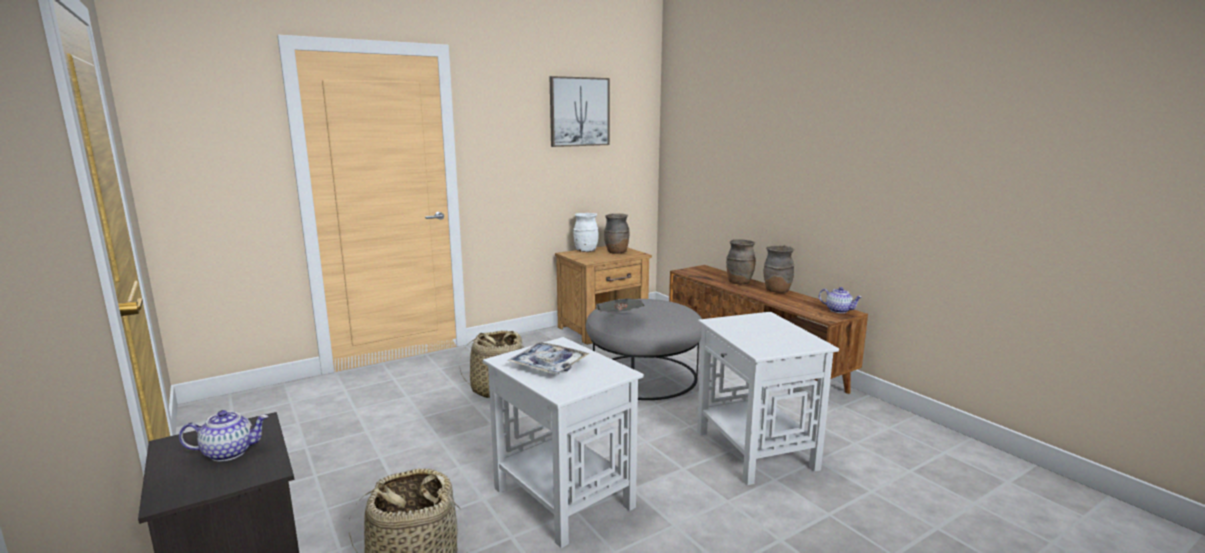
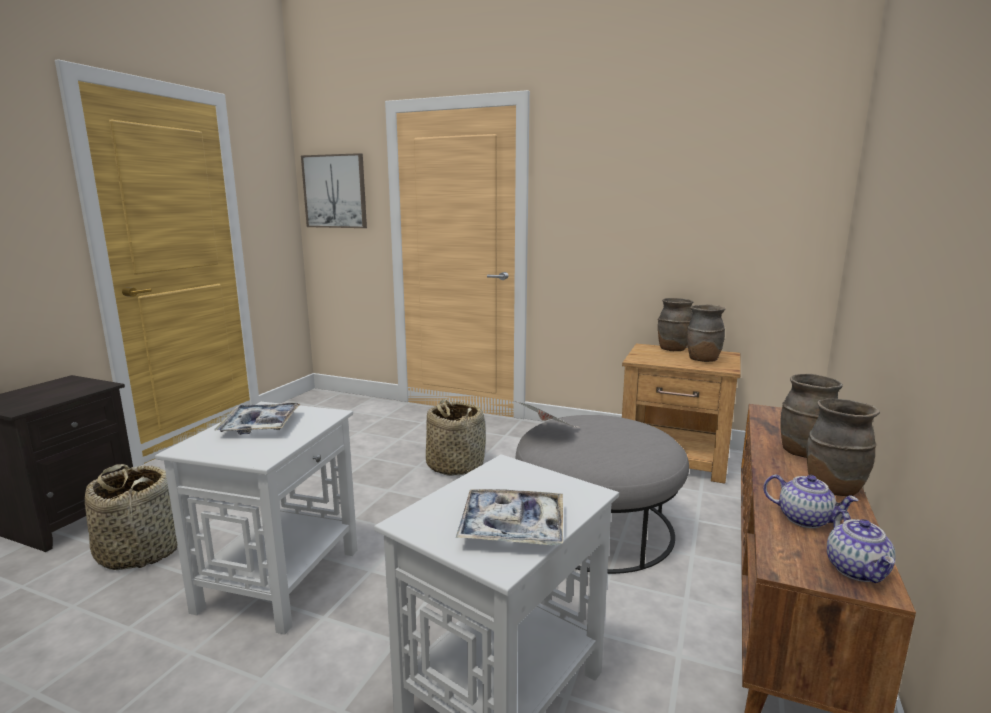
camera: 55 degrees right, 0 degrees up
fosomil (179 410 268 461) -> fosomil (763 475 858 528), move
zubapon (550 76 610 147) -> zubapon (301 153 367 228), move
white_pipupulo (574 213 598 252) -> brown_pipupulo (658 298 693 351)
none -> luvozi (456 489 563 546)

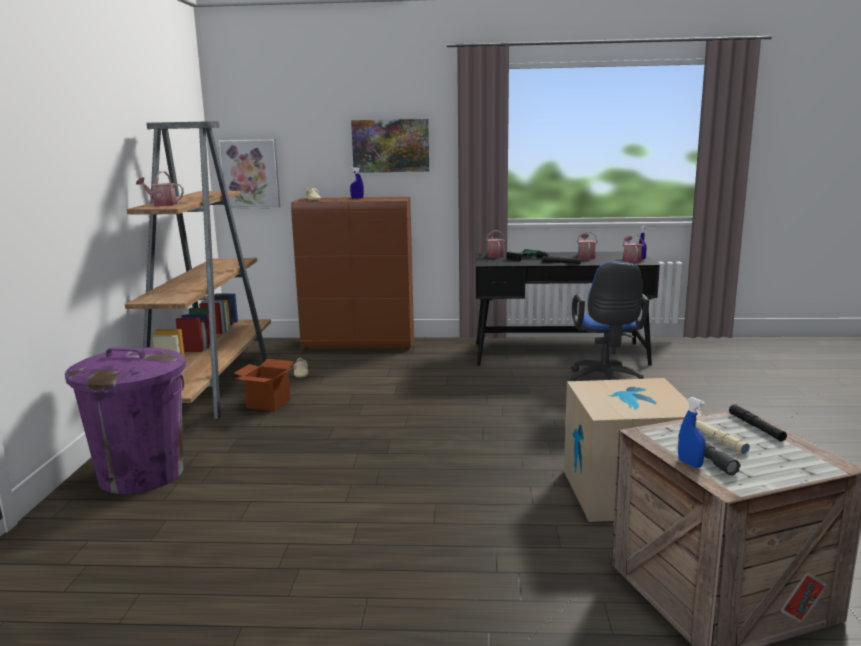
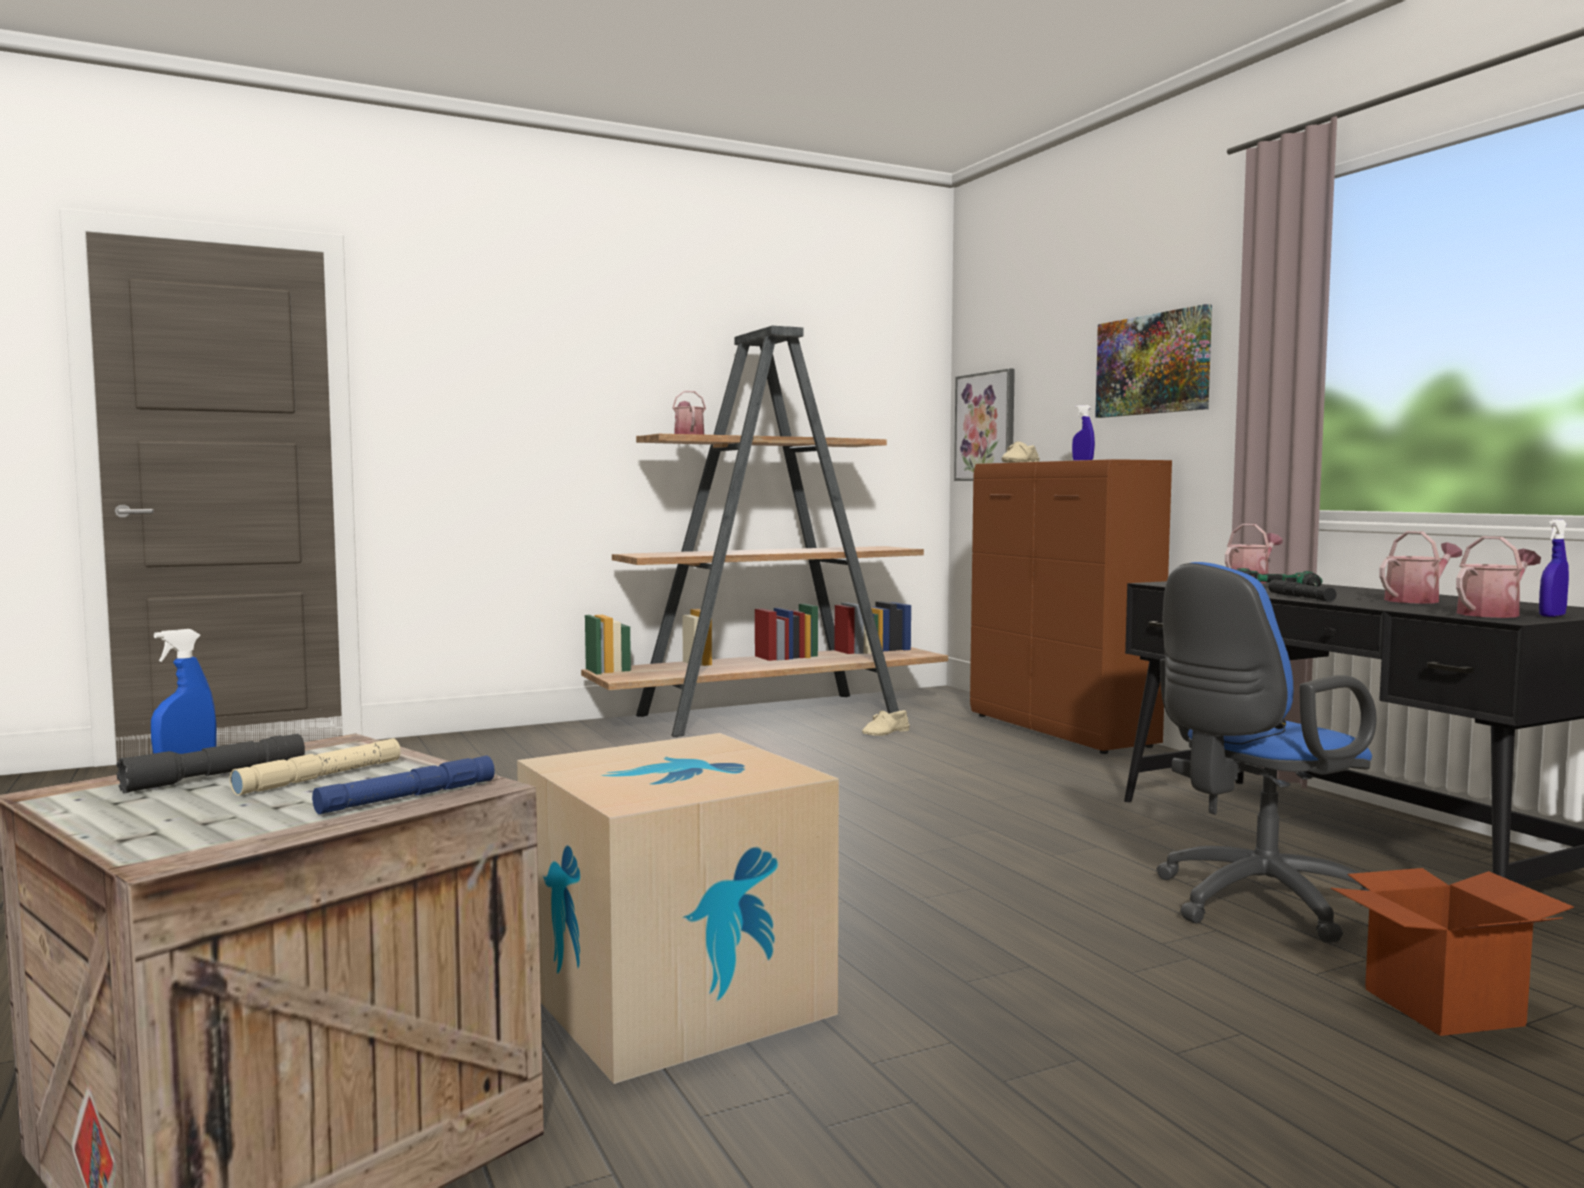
camera: 60 degrees right, 10 degrees down
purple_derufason (65 347 186 494) -> none
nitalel (233 359 297 411) -> nitalel (1331 868 1574 1036), move
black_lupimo (729 404 787 441) -> blue_lupimo (312 756 495 814)

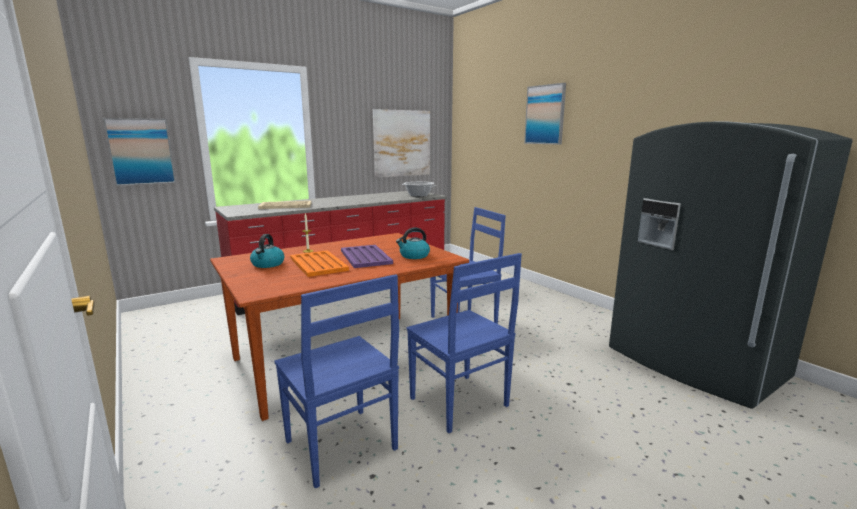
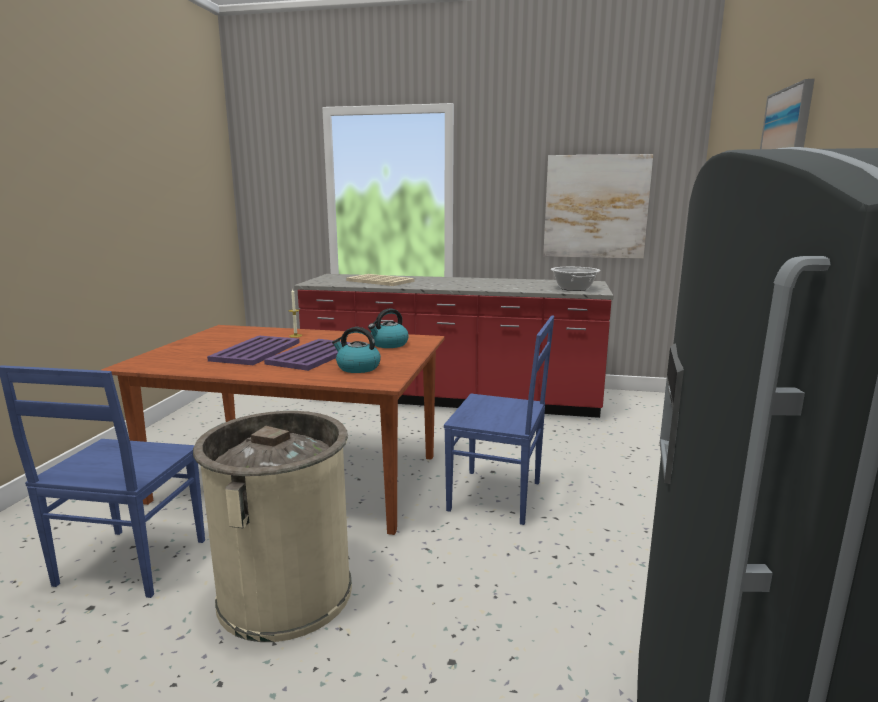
camera: 45 degrees right, 0 degrees up
zubapon (103 118 176 186) -> none
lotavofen (250 234 284 268) -> lotavofen (368 309 409 348), move
orange_luvozi (290 250 349 277) -> purple_luvozi (207 336 300 365)
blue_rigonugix (406 253 522 433) -> beige_derufason (193 411 352 642)

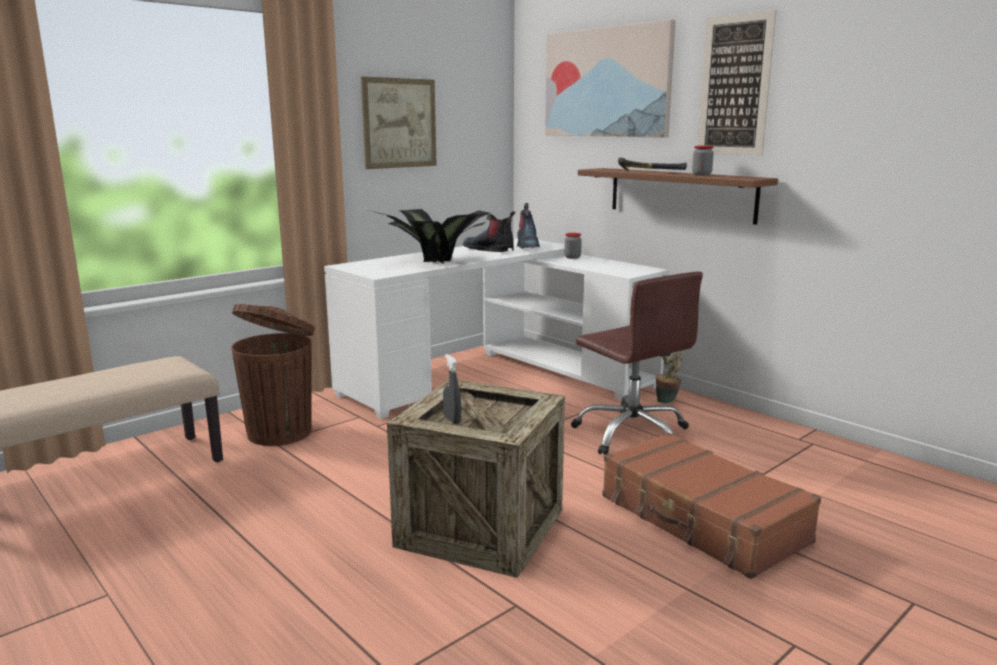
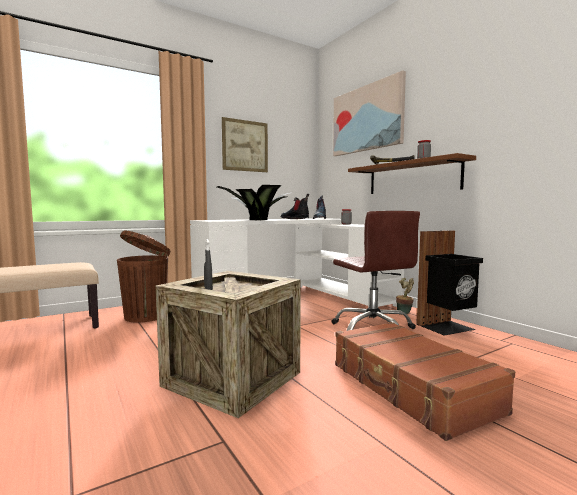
camera: 10 degrees right, 10 degrees down
zubapon (697 10 777 156) -> none
none -> black_derufason (416 230 483 336)

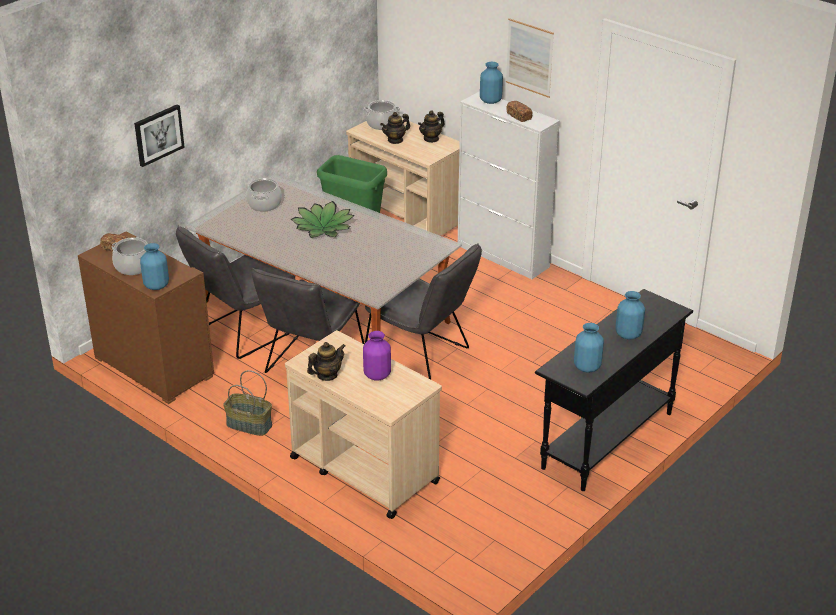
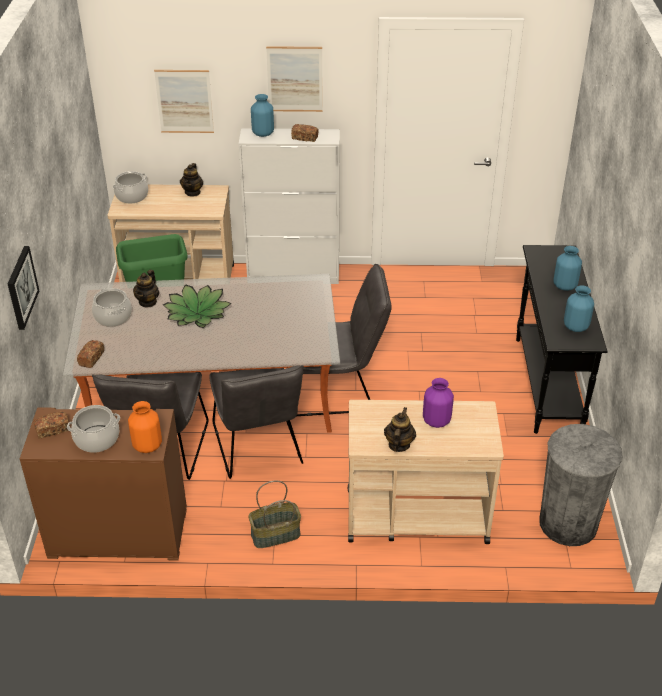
camera: 40 degrees left, 5 degrees up
blue_pipupulo (140 243 169 290) -> orange_pipupulo (128 401 162 453)
fosomil (380 112 410 144) -> fosomil (133 270 159 307), move
none -> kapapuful (77 340 104 368)
none -> zubapon (154 70 214 133)
none -> grey_derufason (539 424 623 546)

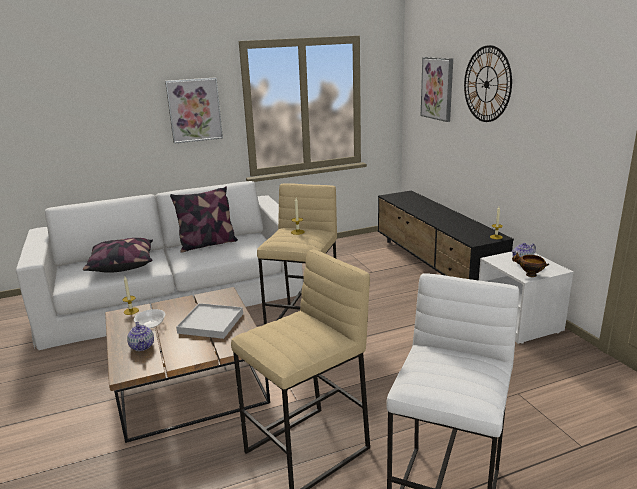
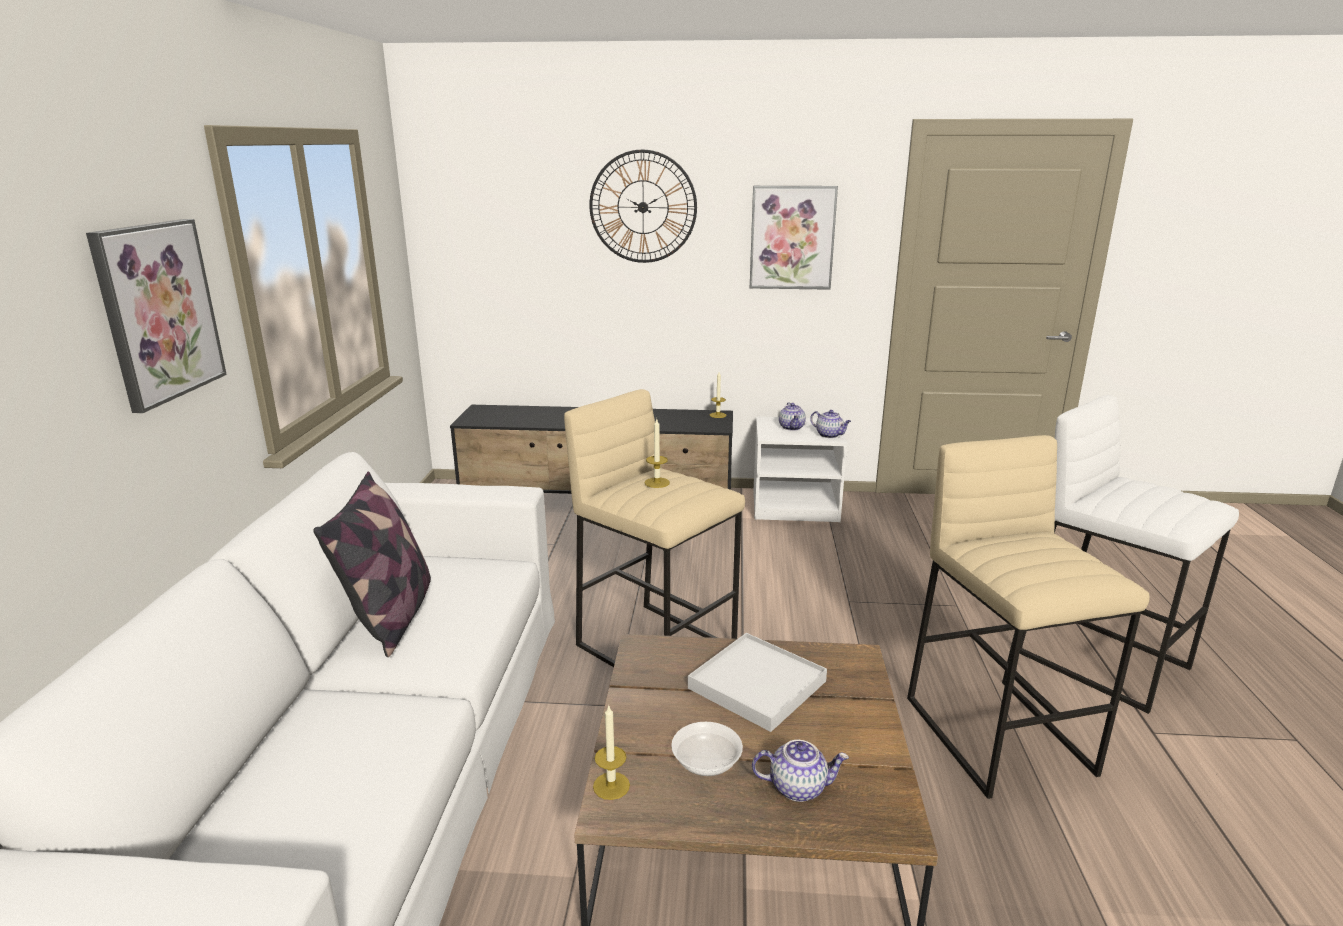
camera: 65 degrees left, 0 degrees up
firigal (83 238 153 273) -> none
zubapon (421 57 453 122) -> zubapon (750 186 838 290), move
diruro (512 253 549 277) -> fosomil (810 410 851 438)

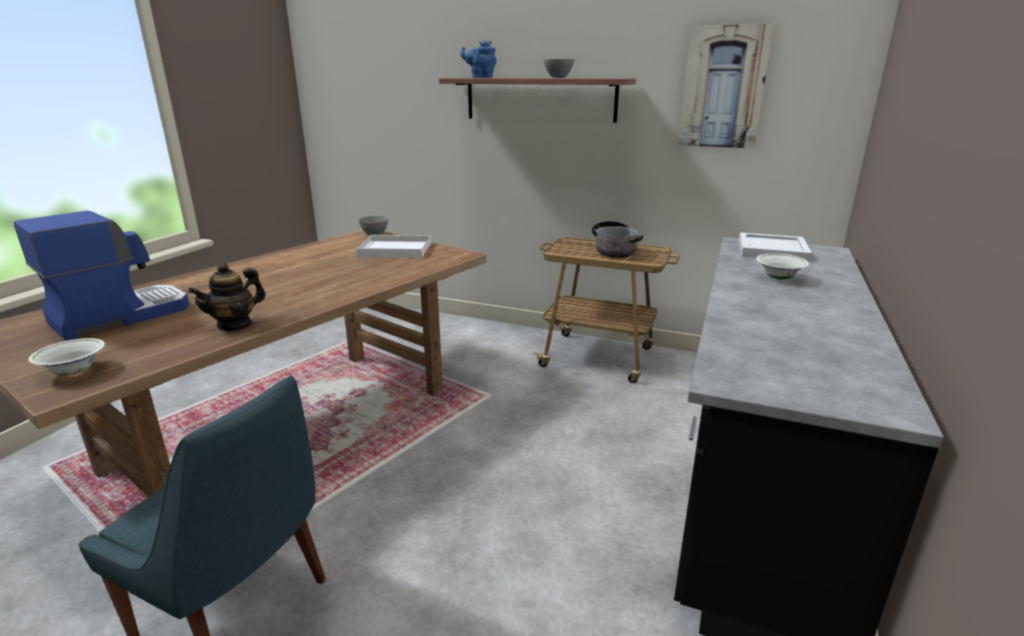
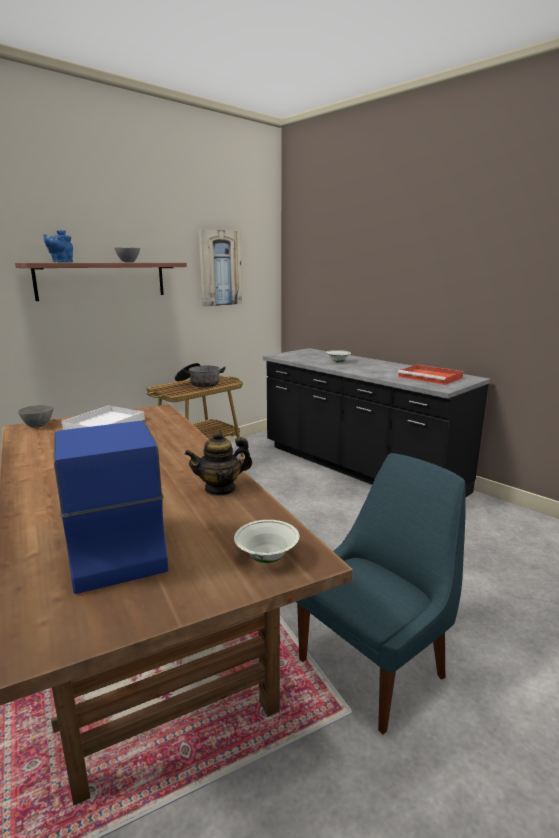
camera: 65 degrees left, 5 degrees down
fosomil (188 263 266 332) -> fosomil (185 430 252 496), 90 degrees clockwise
white_luvozi (739 232 812 262) -> none
none -> red_luvozi (398 364 463 385)

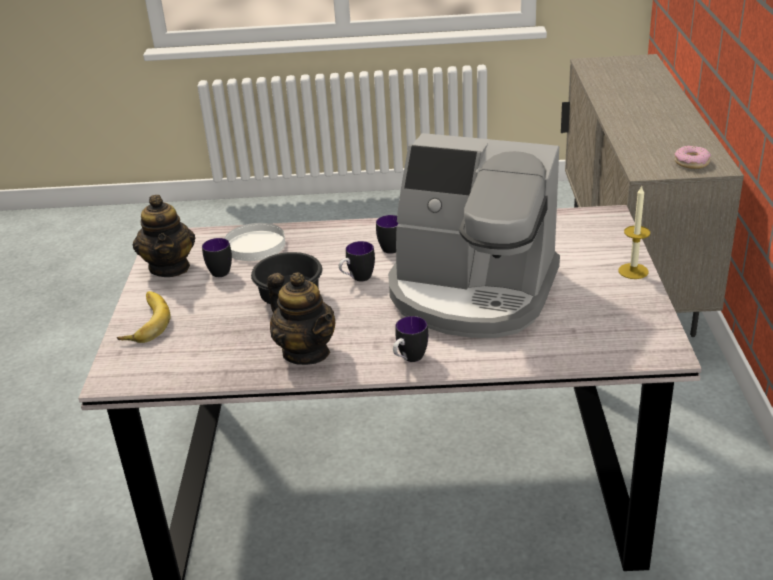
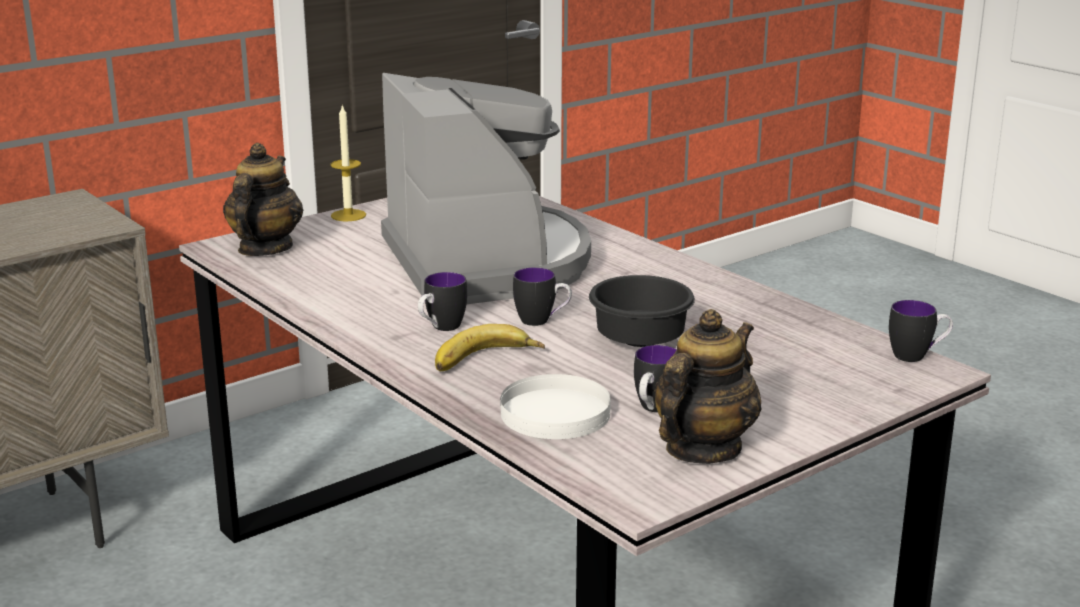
camera: 130 degrees left, 10 degrees down
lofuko (117 291 171 343) -> lofuko (435 324 545 371), move
fosomil (267 272 335 365) -> fosomil (223 143 303 256), move
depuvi (393 316 428 362) -> depuvi (889 300 953 362), move
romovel (674 146 711 169) -> none

